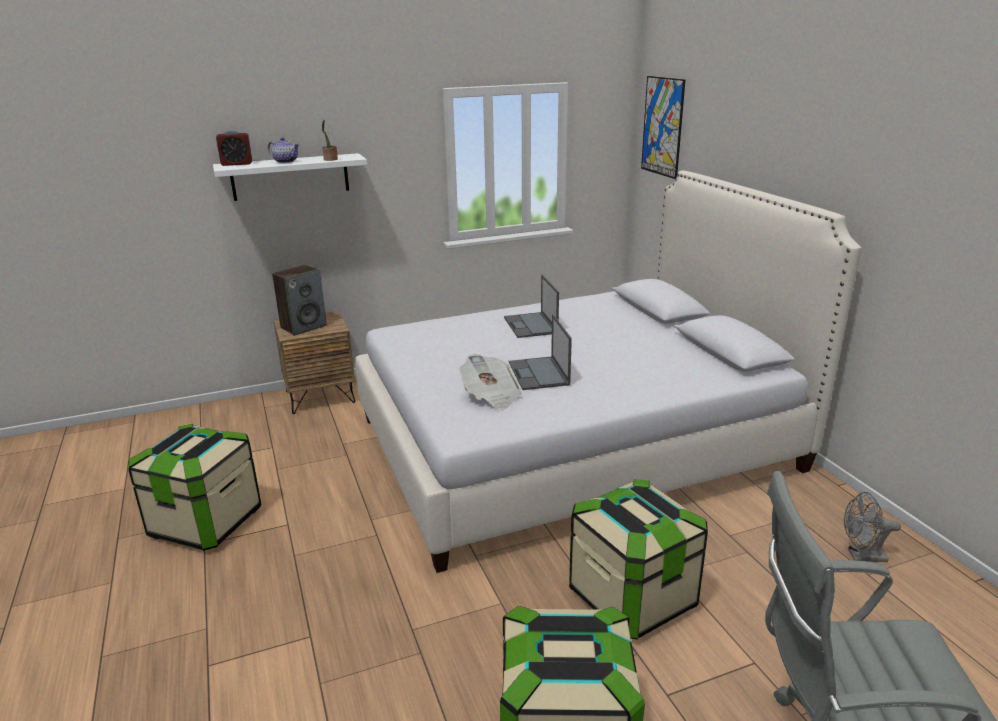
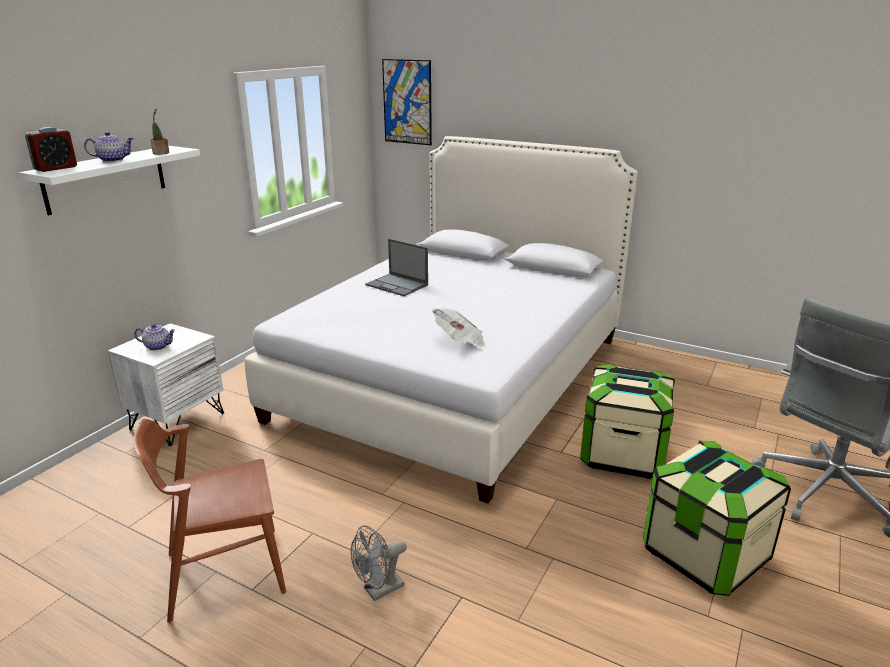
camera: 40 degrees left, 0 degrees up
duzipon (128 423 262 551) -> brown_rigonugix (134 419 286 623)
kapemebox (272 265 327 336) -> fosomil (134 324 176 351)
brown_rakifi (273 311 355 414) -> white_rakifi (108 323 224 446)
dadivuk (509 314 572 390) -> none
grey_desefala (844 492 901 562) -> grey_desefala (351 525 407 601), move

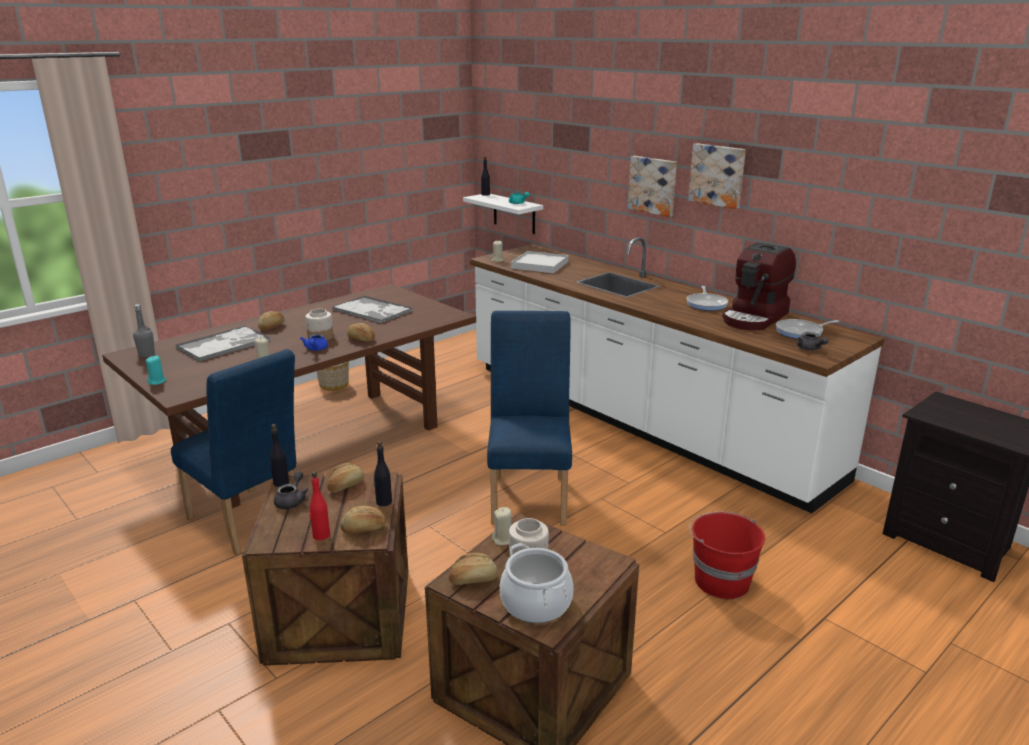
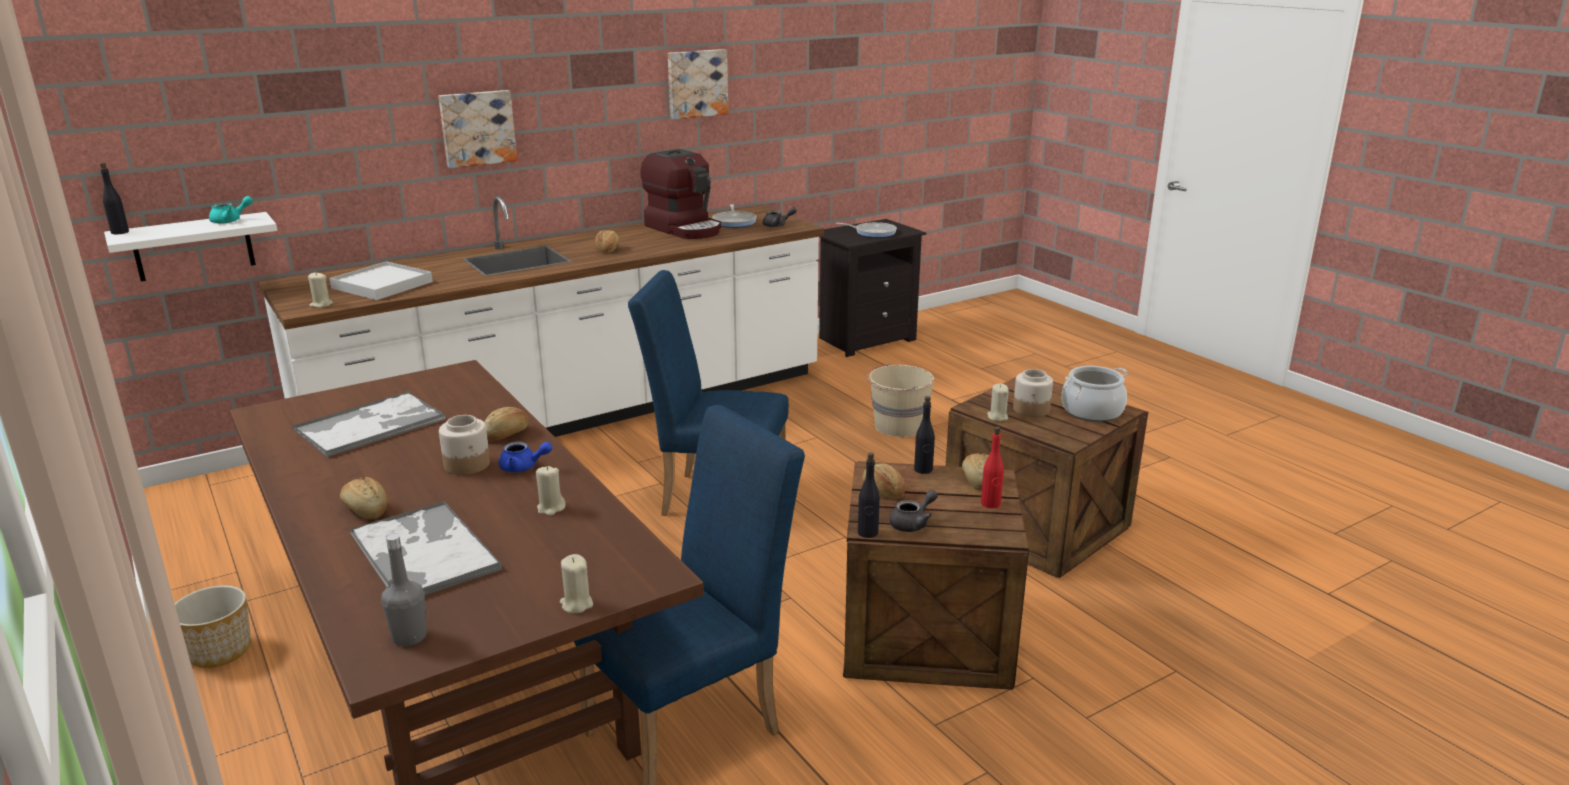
camera: 80 degrees left, 0 degrees up
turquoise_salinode (146 355 167 385) -> beige_salinode (560 554 593 613)
grey_fosomil (274 471 308 509) -> grey_fosomil (889 490 938 532), 120 degrees clockwise
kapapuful (449 553 498 585) -> kapapuful (595 230 619 253), move
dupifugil (687 286 728 311) -> dupifugil (836 222 897 238), move
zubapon (688 143 746 209) -> zubapon (668 49 728 120), move
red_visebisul (689 512 765 600) -> beige_visebisul (866 363 934 437)

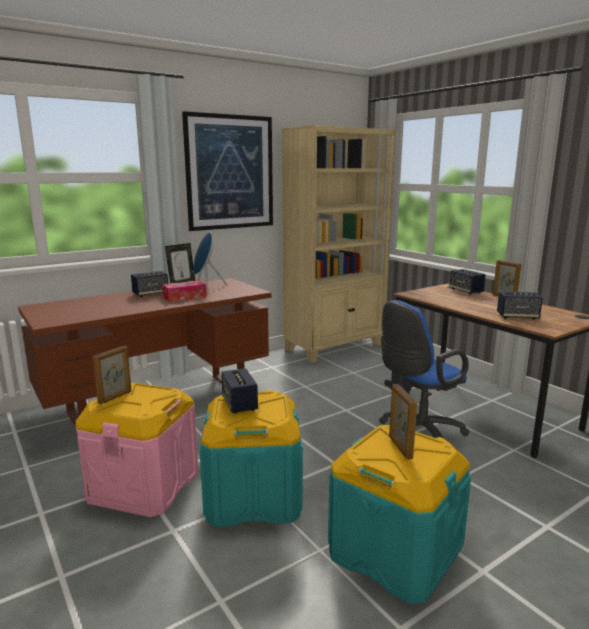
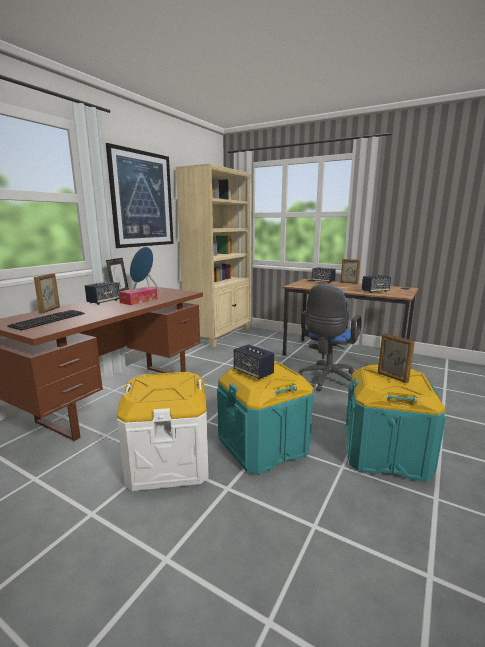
camera: 25 degrees left, 0 degrees up
pink_duzipon (75 383 198 517) -> white_duzipon (117 372 209 491)
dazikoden (93 346 131 404) -> dazikoden (34 273 60 314), move
none -> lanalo (7 310 85 330)

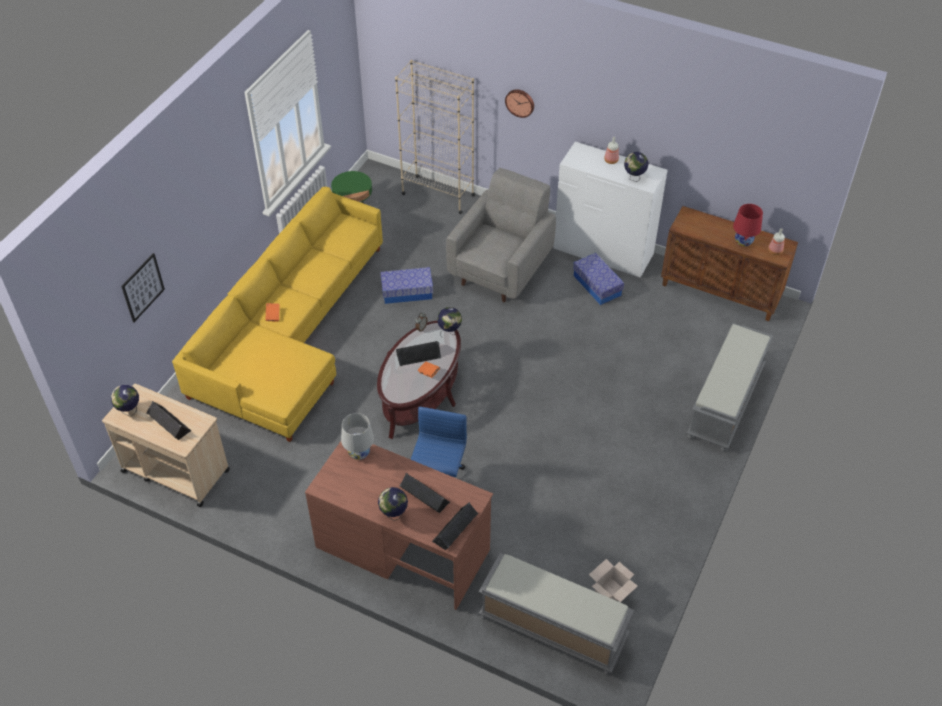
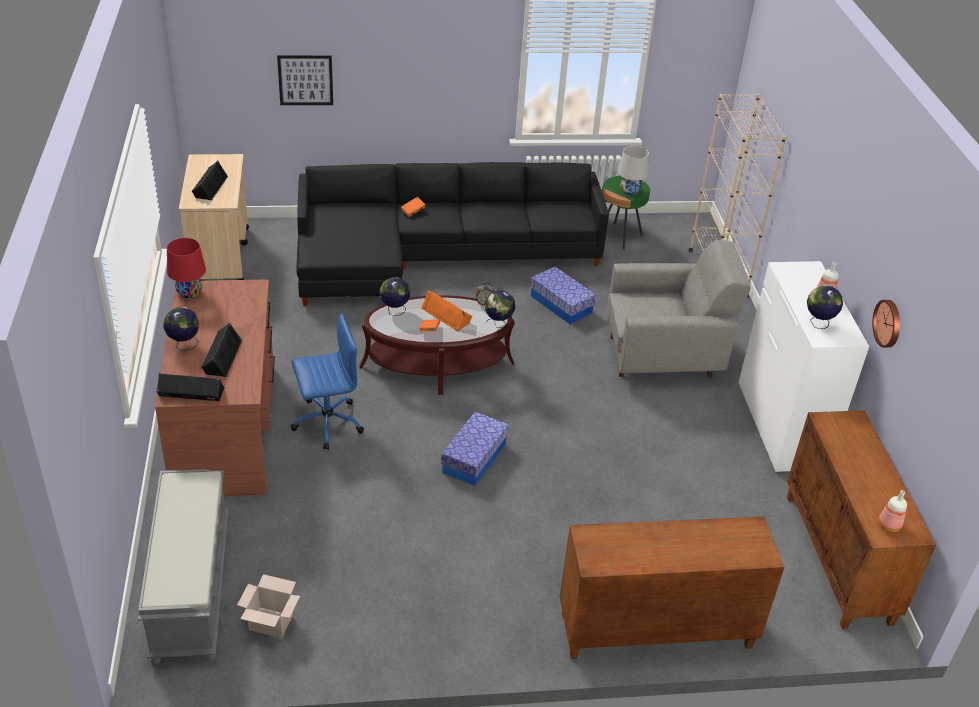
camera: 55 degrees right, 10 degrees down
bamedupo (111 385 139 416) -> bamedupo (380 277 410 316), move
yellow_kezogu (172 187 383 442) -> black_kezogu (296 162 609 306)
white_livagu (341 413 374 460) -> white_livagu (618 146 649 195), move
black_kapemebox (396 341 441 366) -> orange_kapemebox (421 290 472 332)
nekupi (505 89 534 118) -> nekupi (872 300 900 348), move
duzipon (573 253 624 305) -> duzipon (441 412 509 486), move
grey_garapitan (687 323 773 452) -> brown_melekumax (560 516 784 659)
red_livagu (733 204 763 247) -> red_livagu (167 238 206 298), move

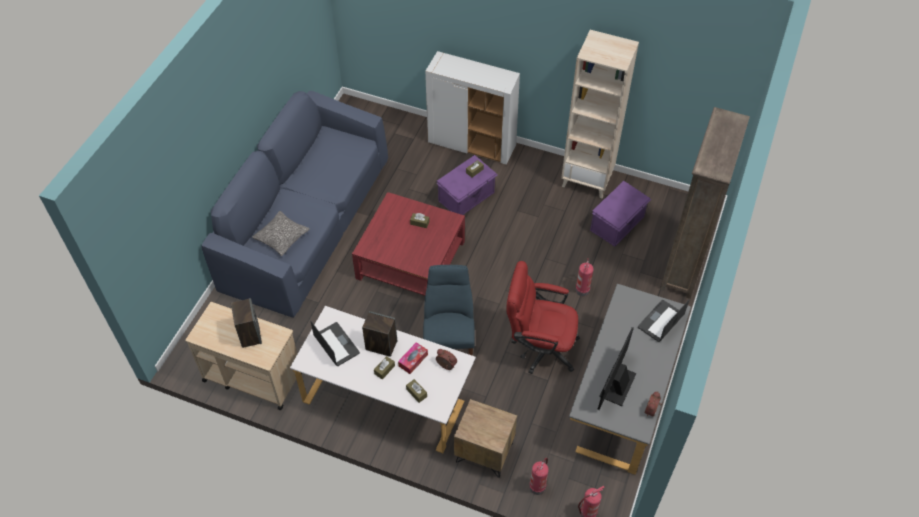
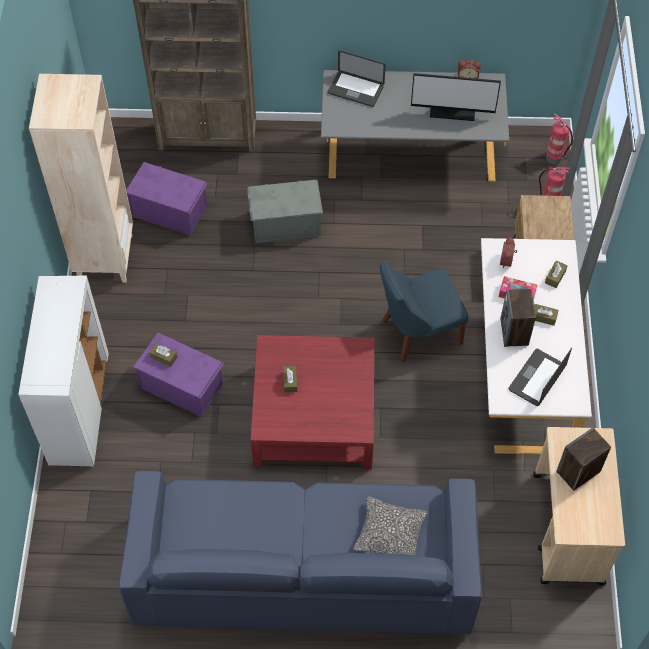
camera: 110 degrees left, 5 degrees up
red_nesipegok (507 261 580 374) -> none
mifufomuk (575 258 594 296) -> grey_duzipon (247 180 323 243)

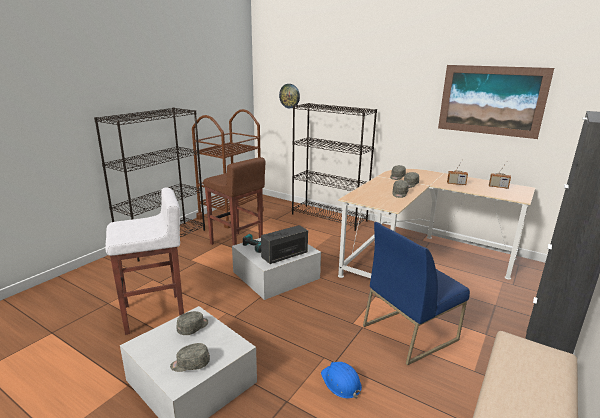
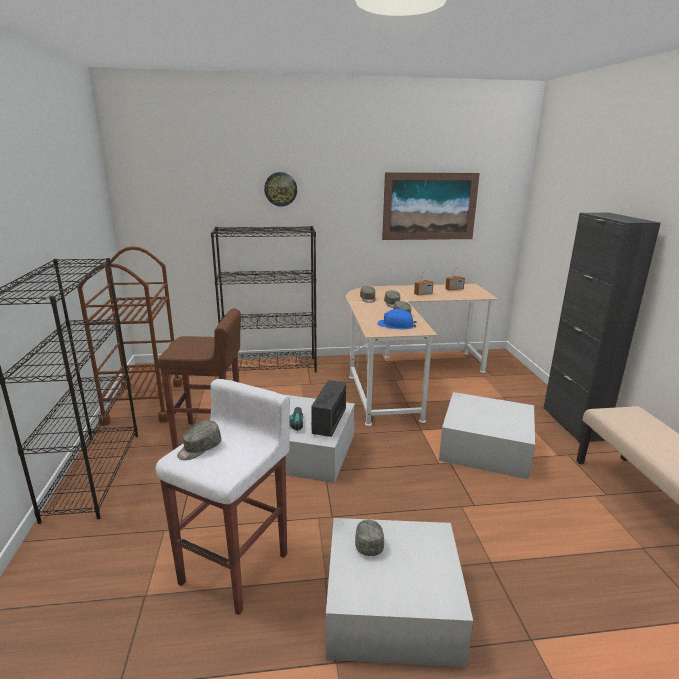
camera: 40 degrees left, 0 degrees up
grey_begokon (170 343 210 372) -> grey_begokon (177 420 222 460), move
nekupi (279 84 300 108) -> nekupi (264 172 297 206), move
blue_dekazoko (321 362 362 399) -> blue_dekazoko (378 309 417 330), move
blue_rigonugix (363 222 470 365) -> white_duzipon (439 392 535 479)

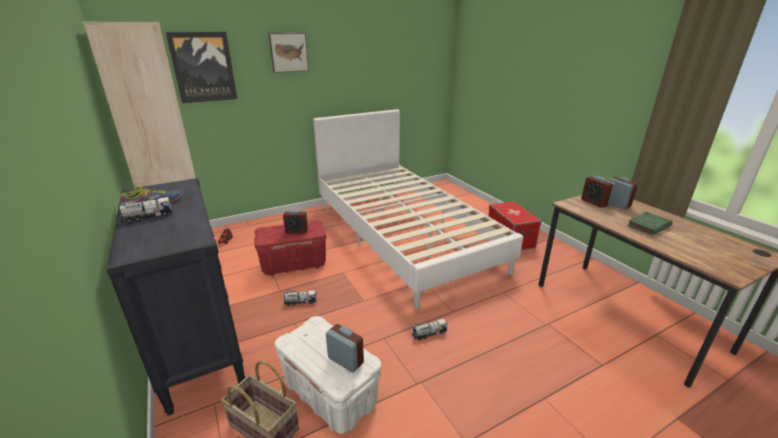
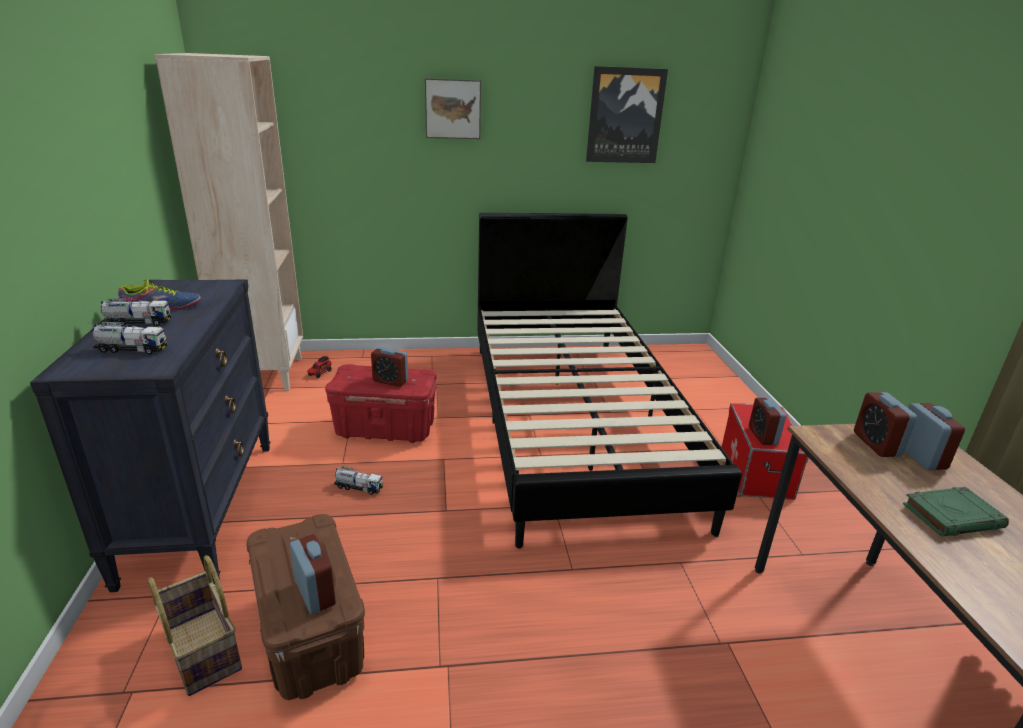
camera: 20 degrees right, 0 degrees up
zubapon (166 32 237 103) -> zubapon (586 66 668 163), move
white_duzipon (275 316 381 434) -> brown_duzipon (247 514 365 700)
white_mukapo (313 109 523 309) -> black_mukapo (477 213 742 548)
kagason (412 318 447 341) -> kagason (93 322 167 355), move
none -> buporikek (749 398 786 445)

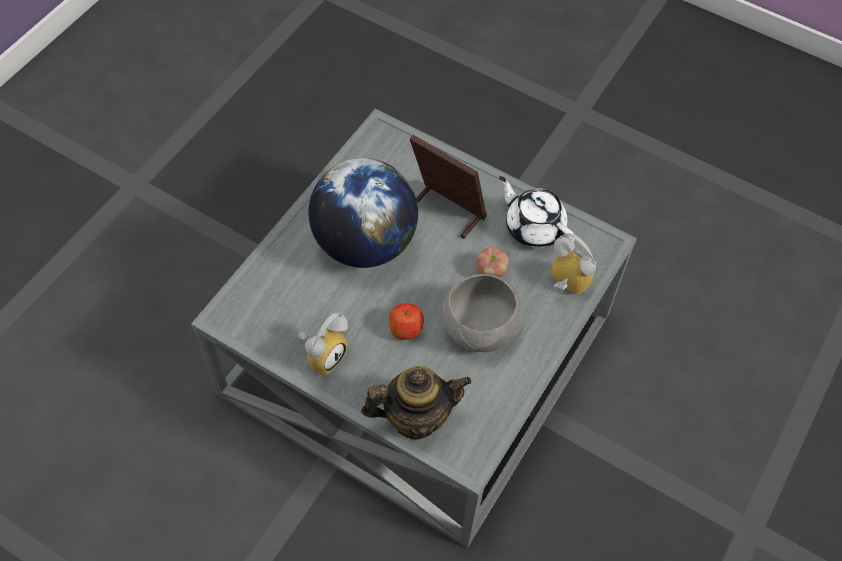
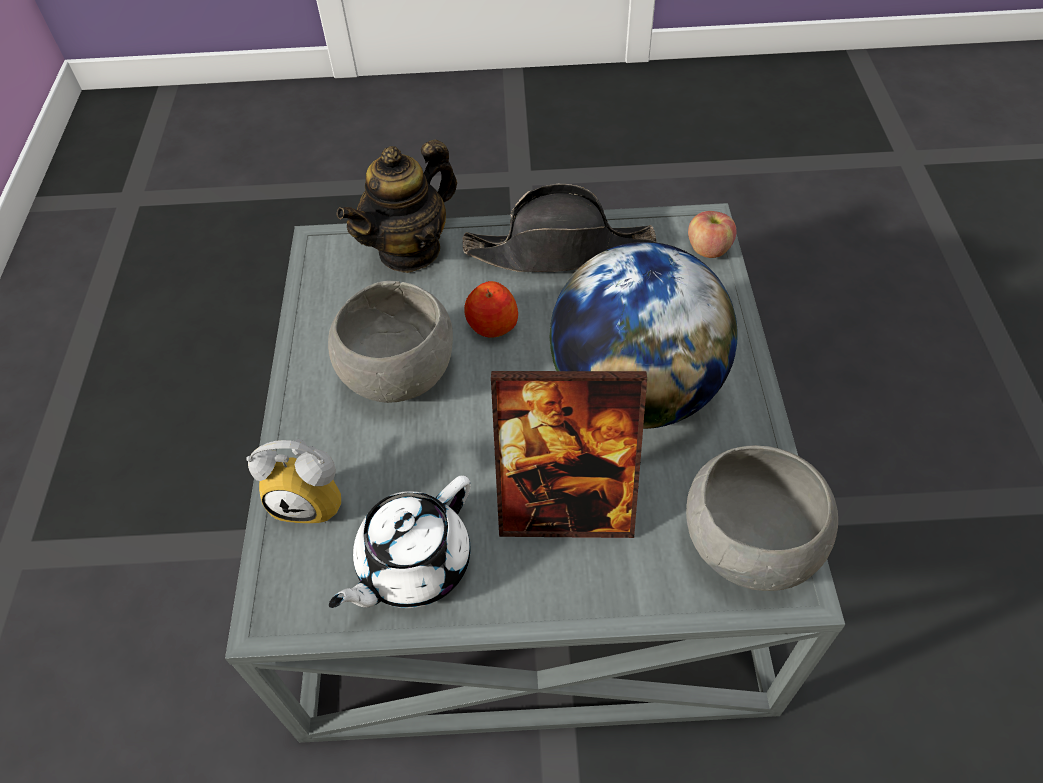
camera: 150 degrees right, 5 degrees down
buporikek (299 313 348 375) -> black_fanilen (462 184 657 272)
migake (476 247 509 278) -> migake (688 211 737 258), move
white_fosomil (499 176 574 248) -> white_fosomil (329 475 471 608), 120 degrees clockwise
none -> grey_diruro (686 445 838 591)

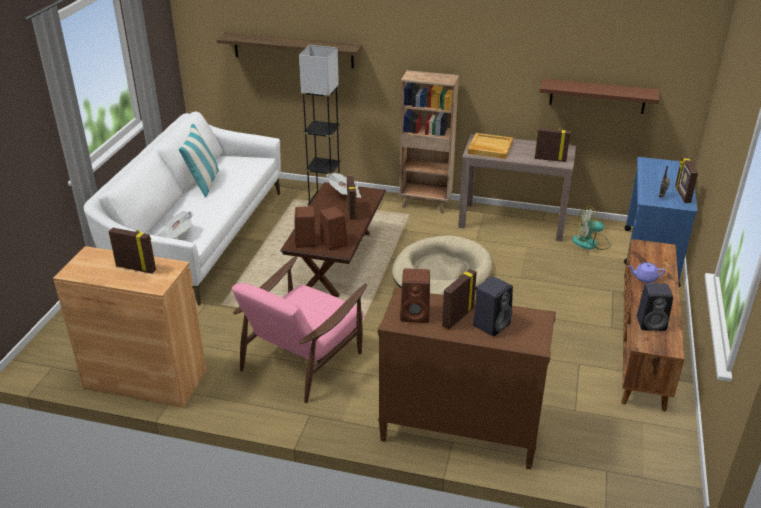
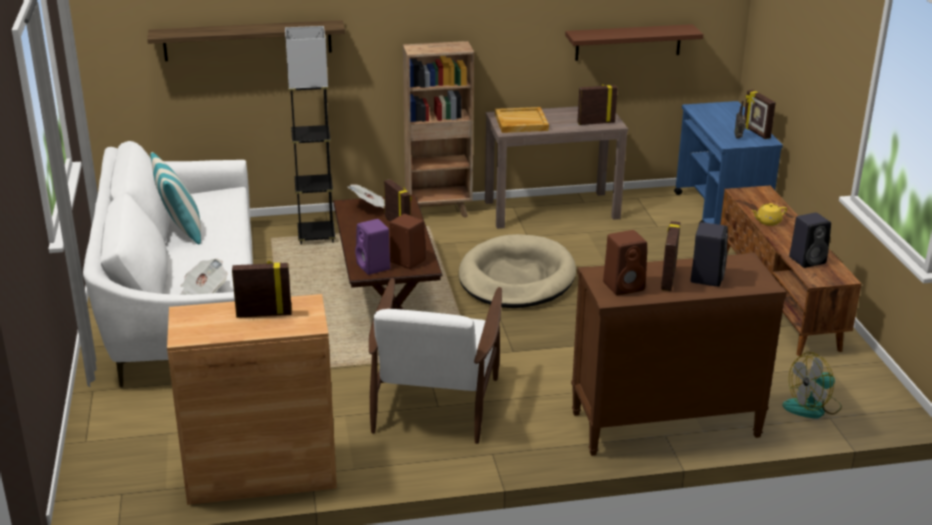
camera: 25 degrees left, 5 degrees down
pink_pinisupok (232 256 367 403) -> white_pinisupok (369 278 502 444)
brown_kapemebox (294 206 316 248) -> purple_kapemebox (355 219 390 275)
desefala (572 206 611 250) -> desefala (782 352 842 419), move
purple_fosomil (629 262 665 283) -> yellow_fosomil (752 203 787 226)

